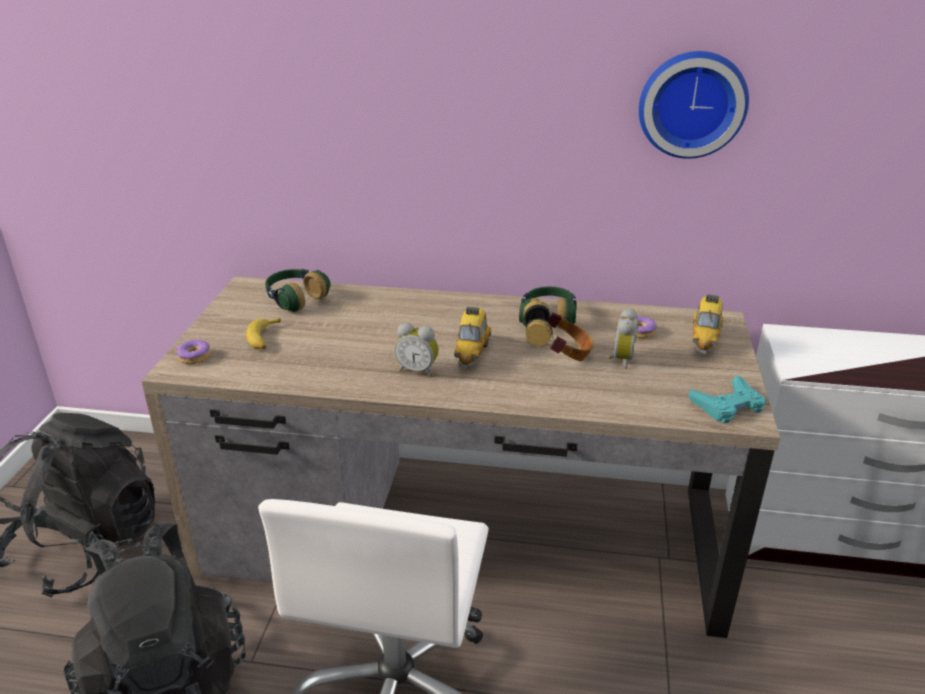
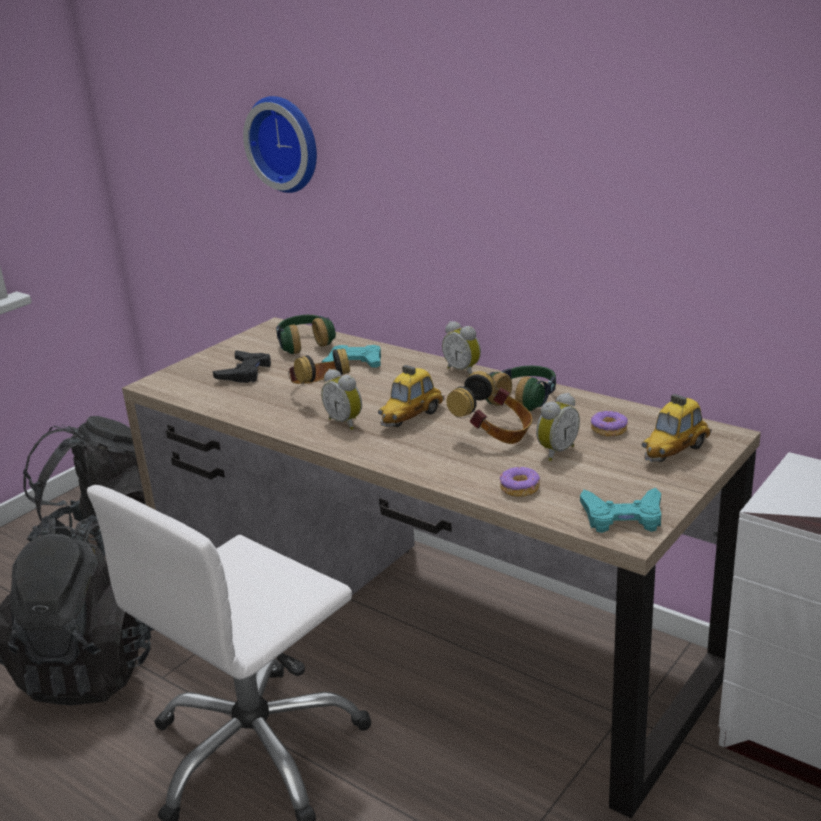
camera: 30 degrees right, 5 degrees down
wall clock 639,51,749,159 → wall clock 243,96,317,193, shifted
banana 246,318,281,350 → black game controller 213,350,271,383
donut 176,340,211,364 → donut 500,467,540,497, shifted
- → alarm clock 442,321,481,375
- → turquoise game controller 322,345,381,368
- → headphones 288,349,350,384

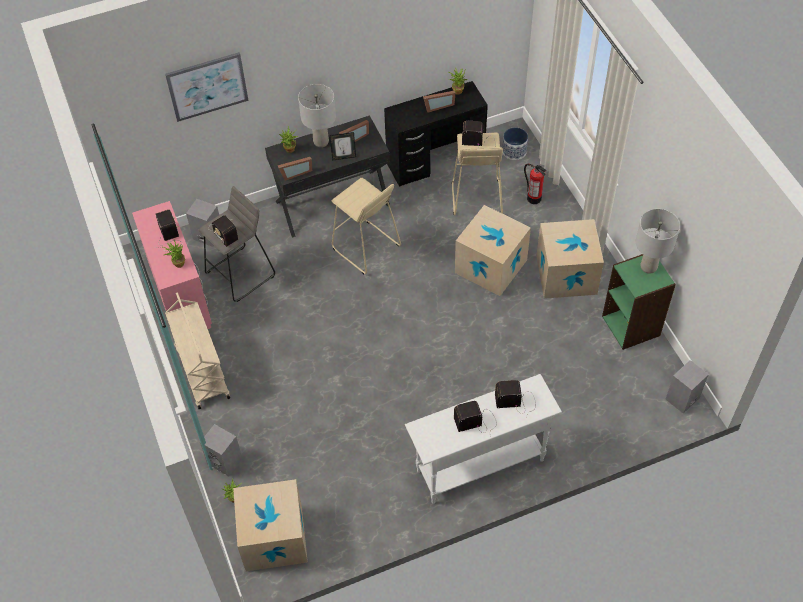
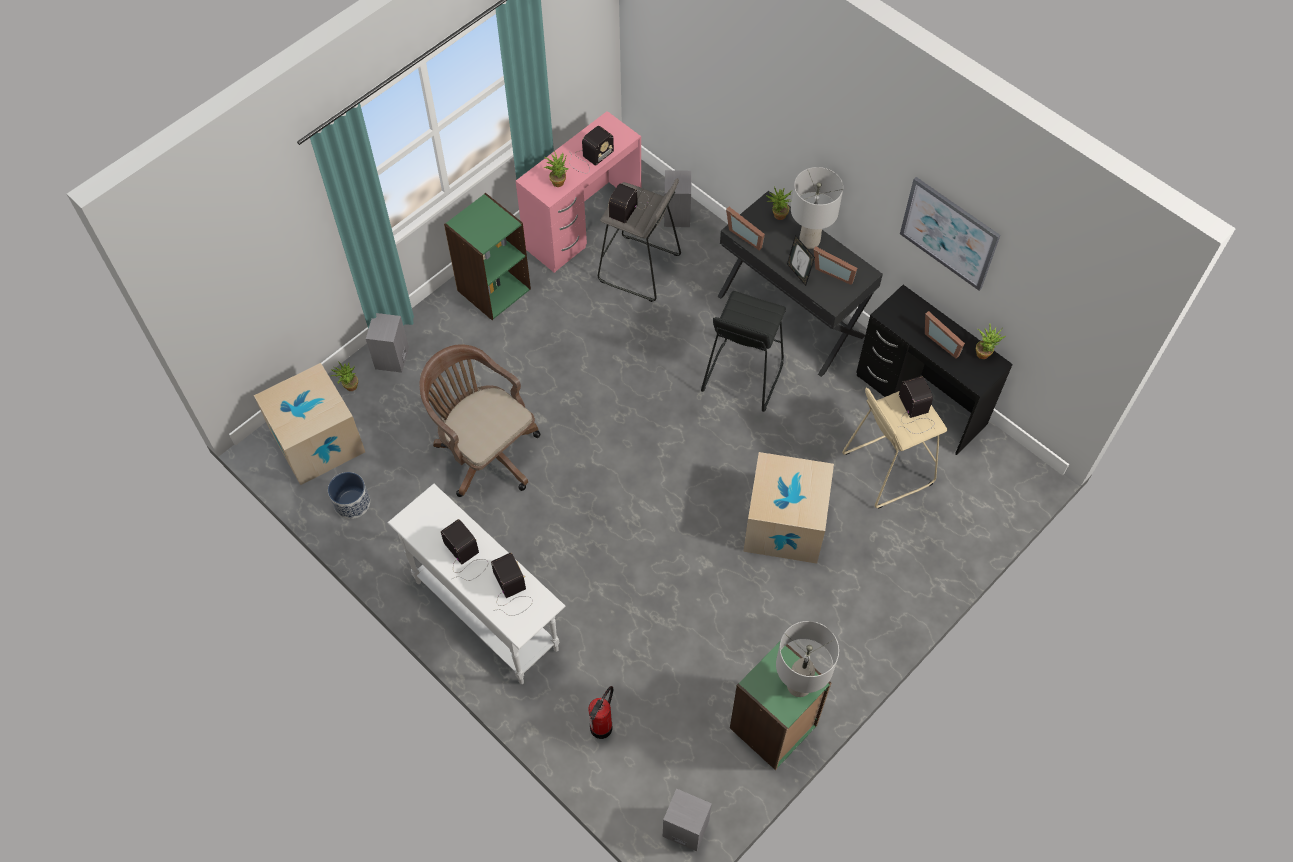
camera: 65 degrees right, 5 degrees up
picture 165,52,249,122 → picture 900,177,1000,291, shifted
planter 502,127,528,160 → planter 328,472,370,519, shifted
fire extinguisher 524,164,547,204 → fire extinguisher 589,686,613,739, shifted
beige stool 332,178,401,274 → black stool 701,291,786,412
cardboard box 536,219,604,299 → -
beige cart 165,292,230,409 → green bookcase 444,193,531,320
- → brown office chair 420,344,540,497

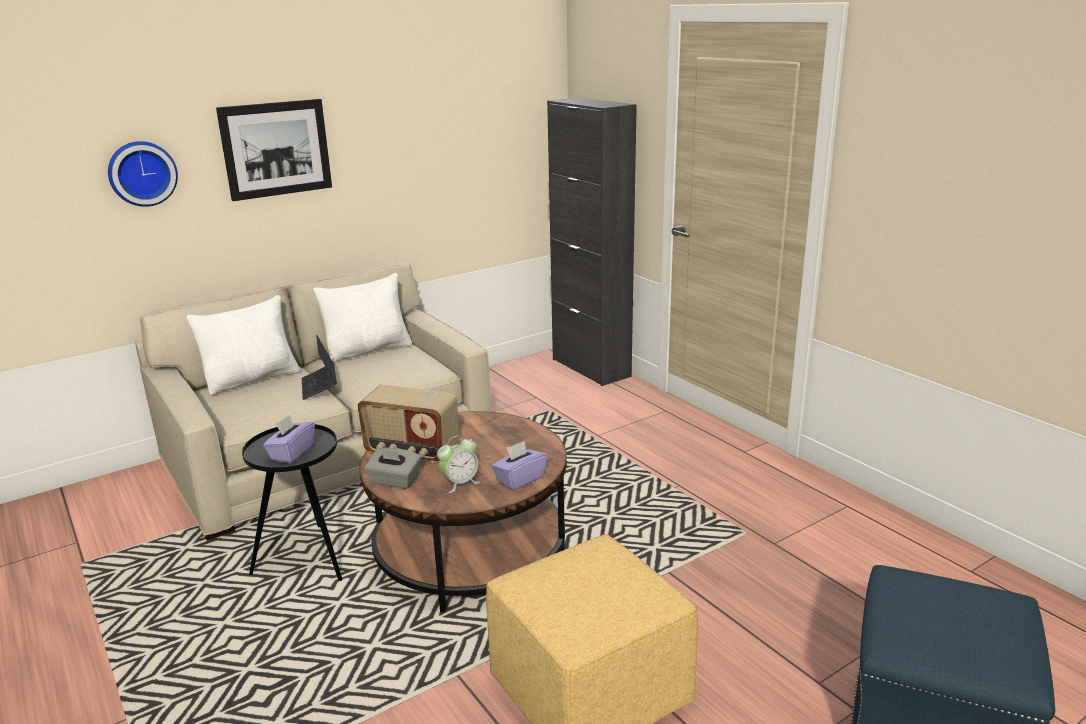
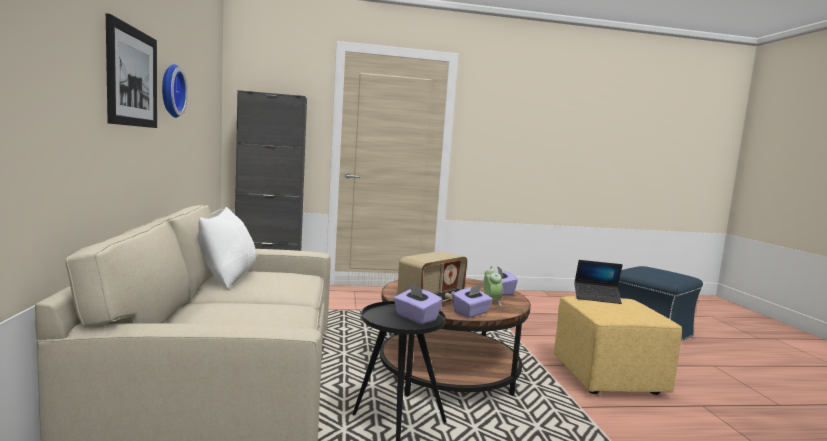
camera: 65 degrees left, 15 degrees down
wall clock 108,141,178,207 → wall clock 162,64,188,118, shifted
white pillow 186,295,300,395 → -
laptop 302,335,337,400 → laptop 574,260,623,304, shifted
grey tissue box 365,448,421,489 → purple tissue box 452,285,493,318

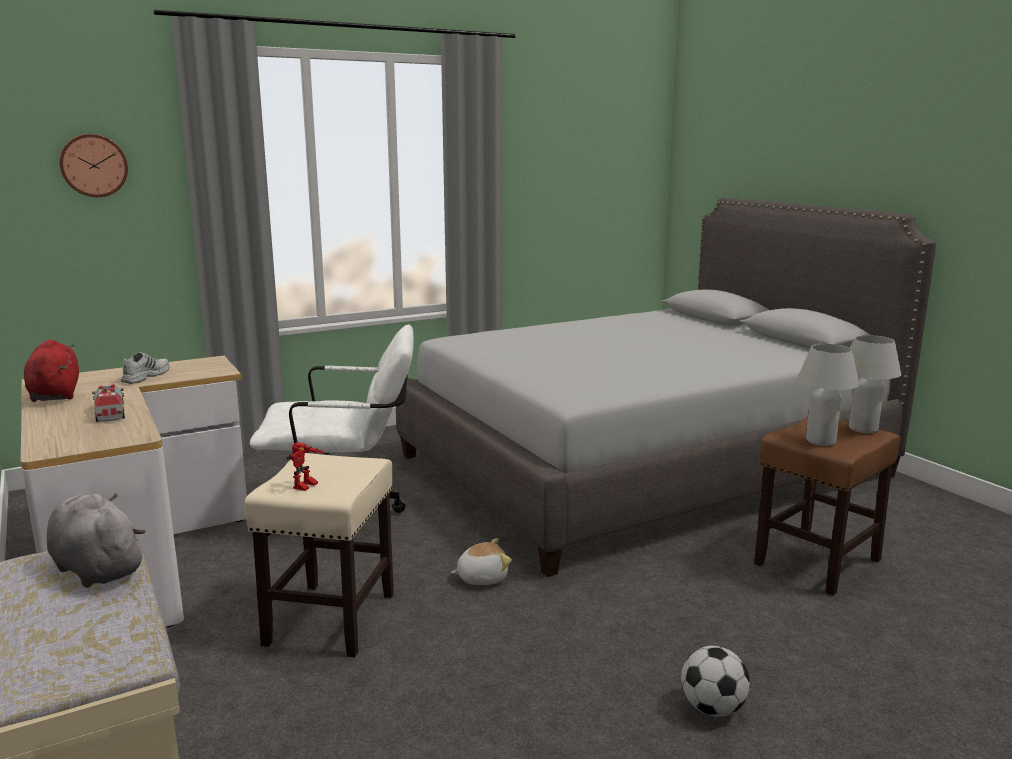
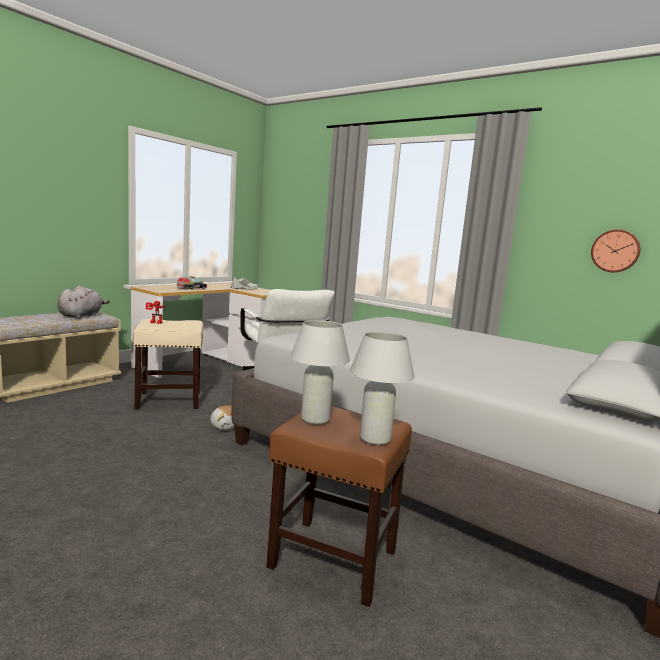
camera: 65 degrees right, 5 degrees down
wall clock 59,134,128,197 → wall clock 591,229,640,272, shifted
red plush toy 24,339,79,402 → -
football 681,646,750,717 → -

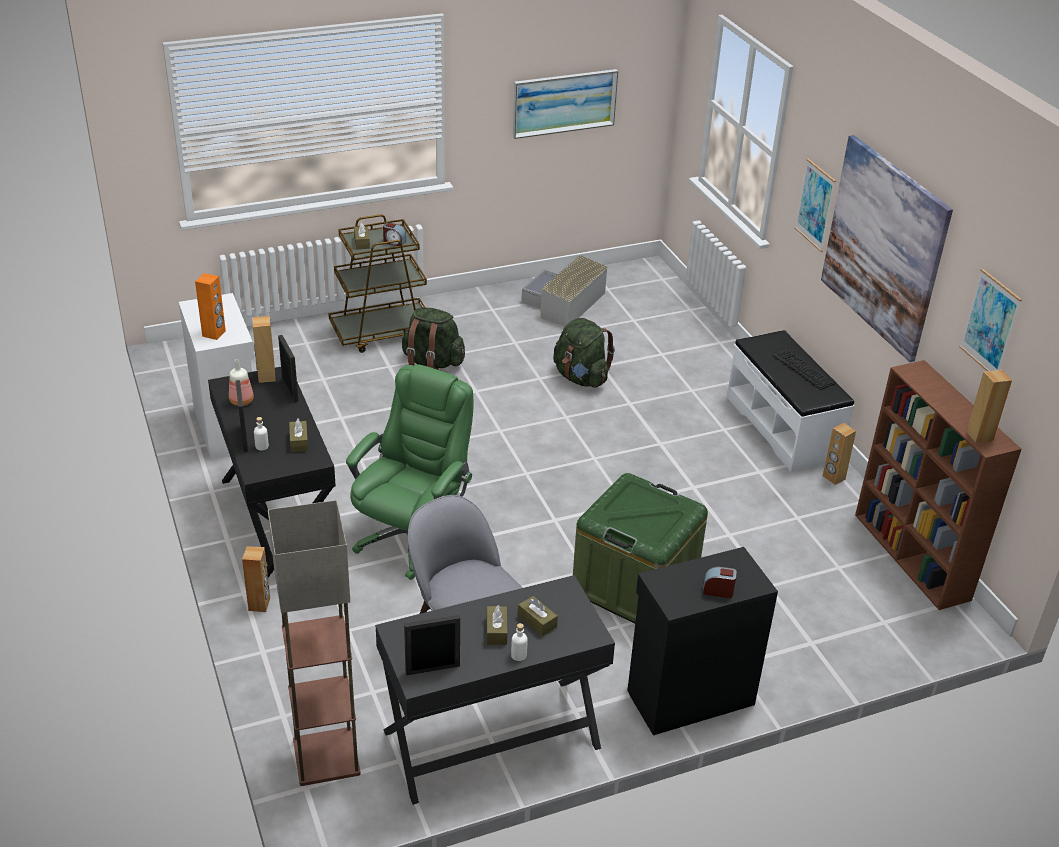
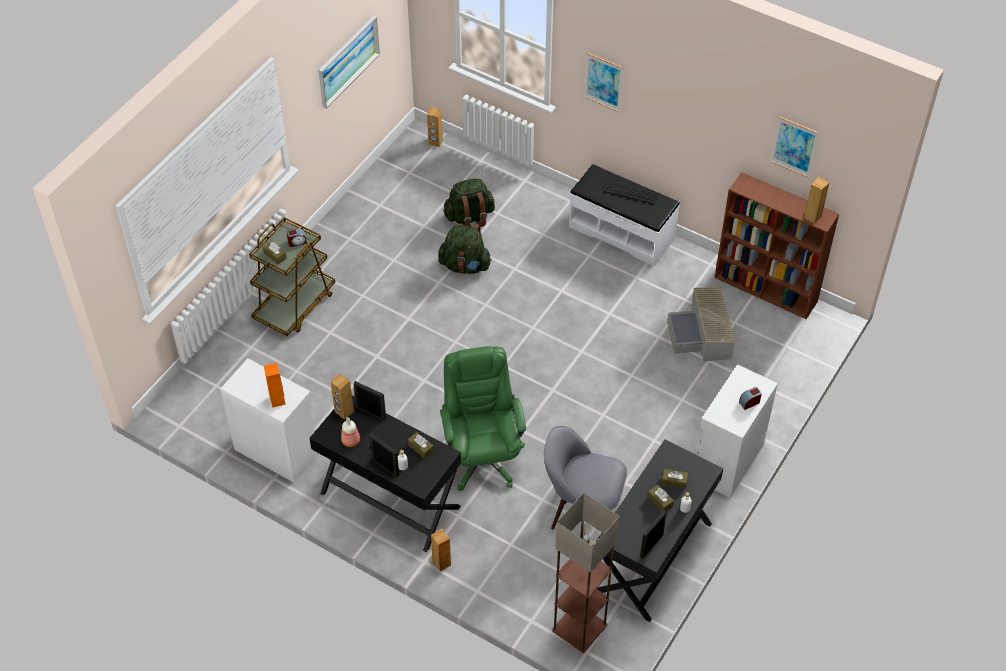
camera: 35 degrees left, 15 degrees up
picture 821,135,953,362 → -
grey storage box 521,255,608,327 → grey storage box 667,287,736,362, shifted
green backpack 402,308,465,370 → green backpack 443,179,495,227, shifted
brown speaker 823,423,856,485 → brown speaker 427,107,443,147, shifted
green storage box 573,473,708,623 → -
black cabinet 627,547,778,735 → white cabinet 698,364,778,498

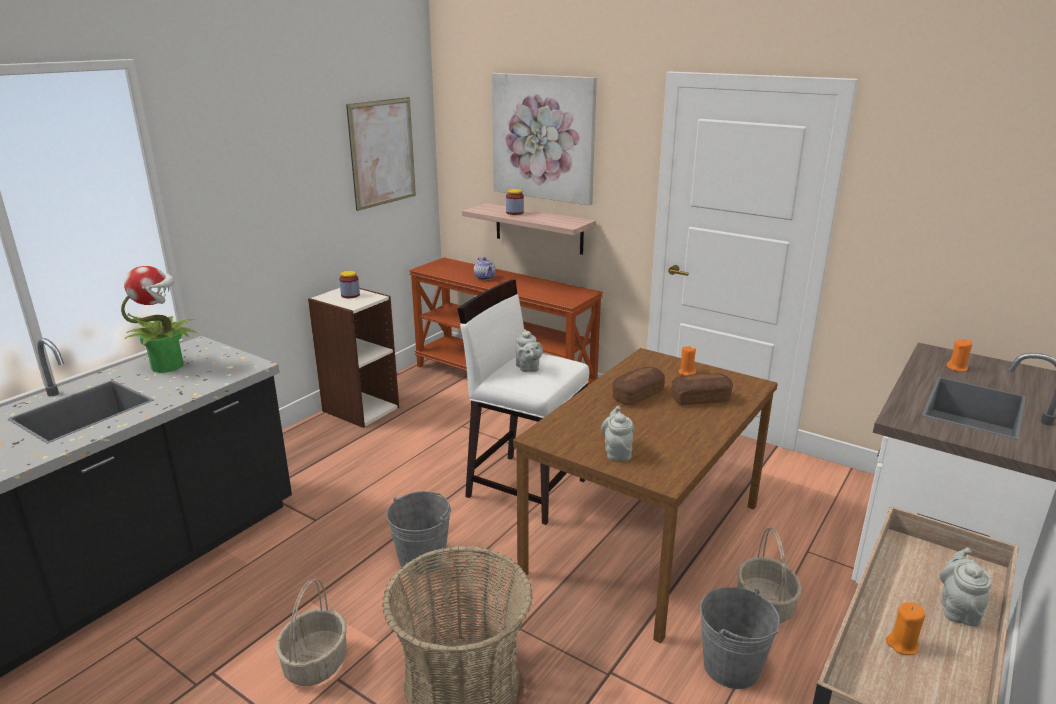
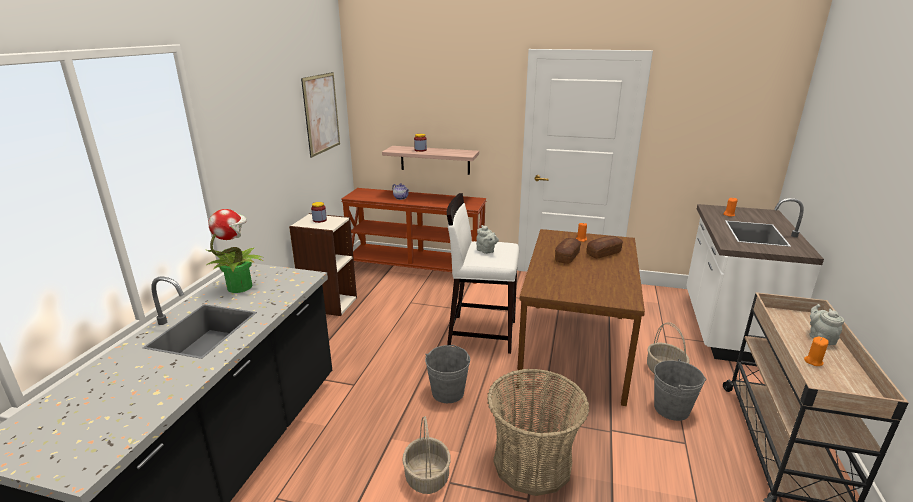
camera: 20 degrees left, 0 degrees up
picture 491,73,597,205 → -
grey teapot 601,406,634,461 → -

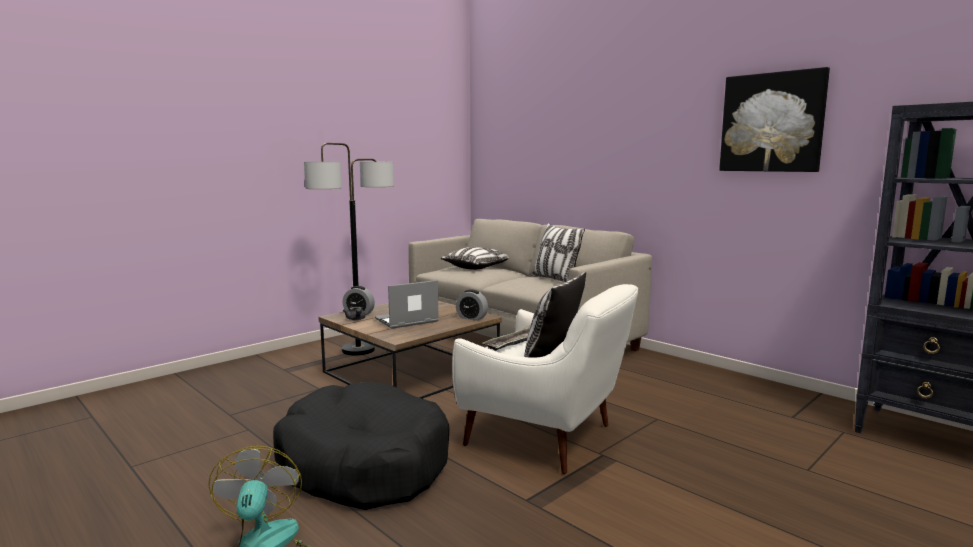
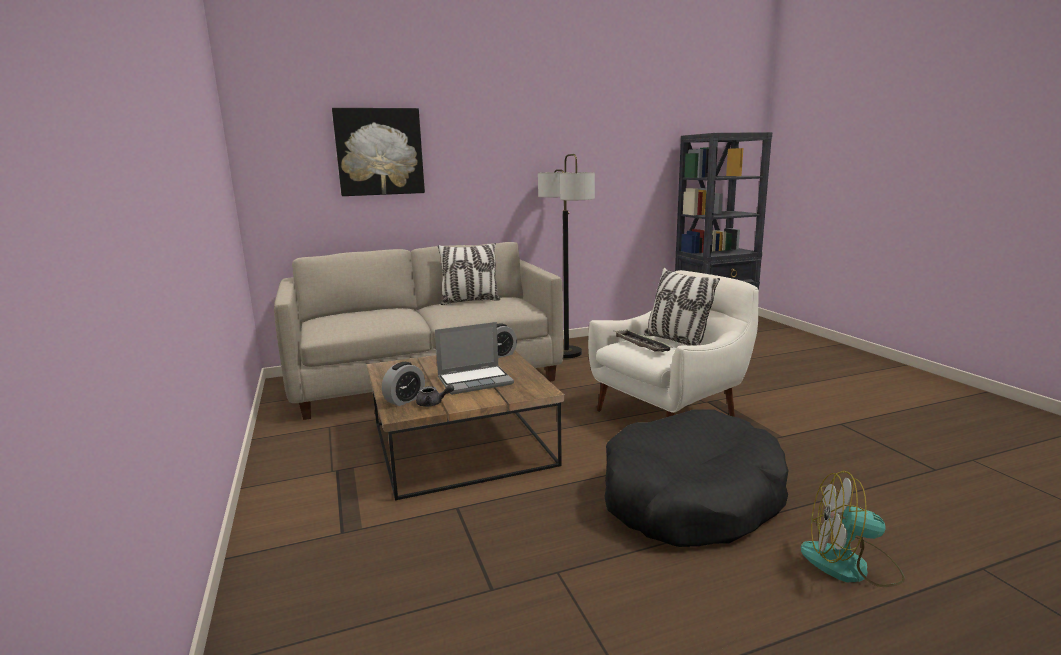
camera: 65 degrees left, 5 degrees up
picture 719,67,830,172 → picture 332,108,425,196, shifted
floor lamp 304,143,394,355 → floor lamp 538,154,595,358, shifted
pillow 441,247,509,270 → -
laptop 375,280,439,329 → laptop 435,322,514,395, 105 degrees counterclockwise

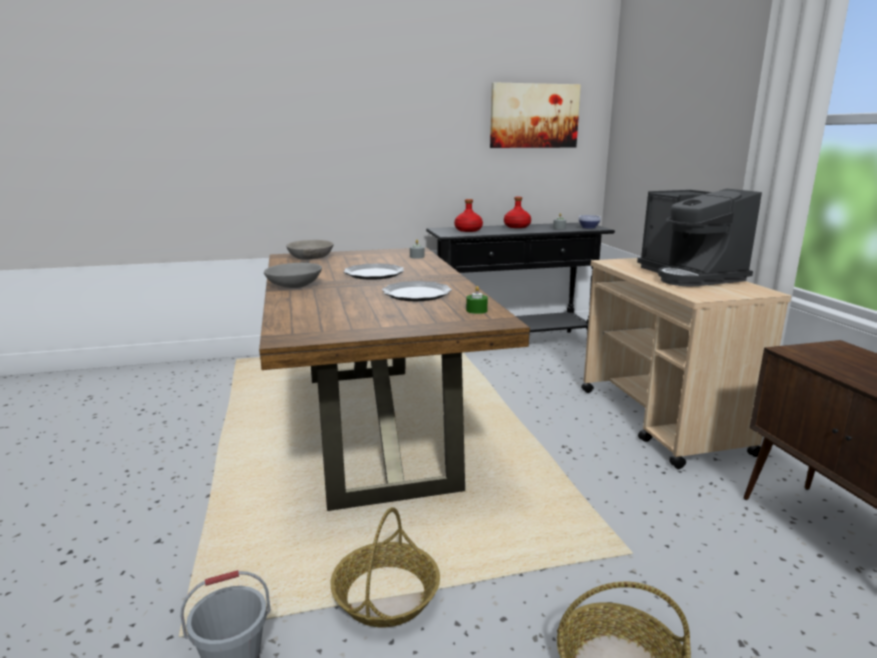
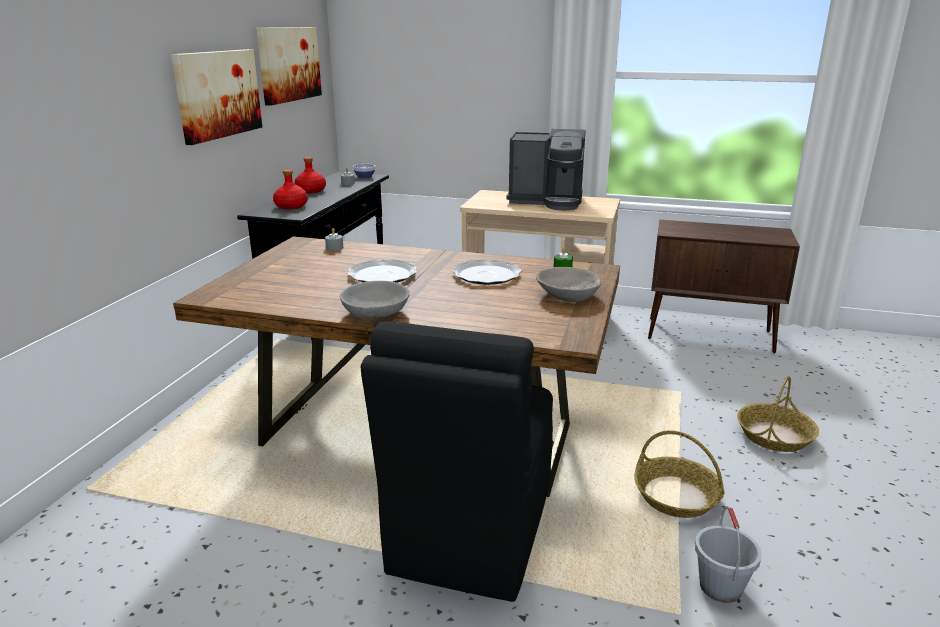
camera: 60 degrees left, 5 degrees up
grey bowl 286,240,334,260 → grey bowl 536,267,601,302, shifted
- → picture 171,49,262,145
- → black chair 361,321,553,602

